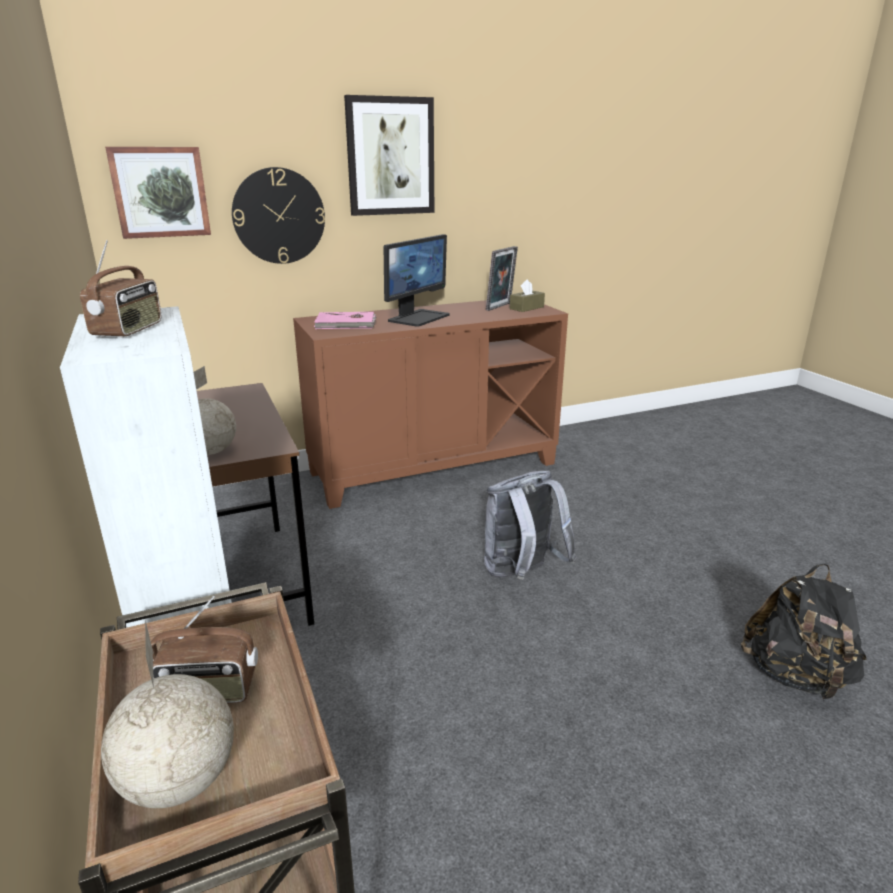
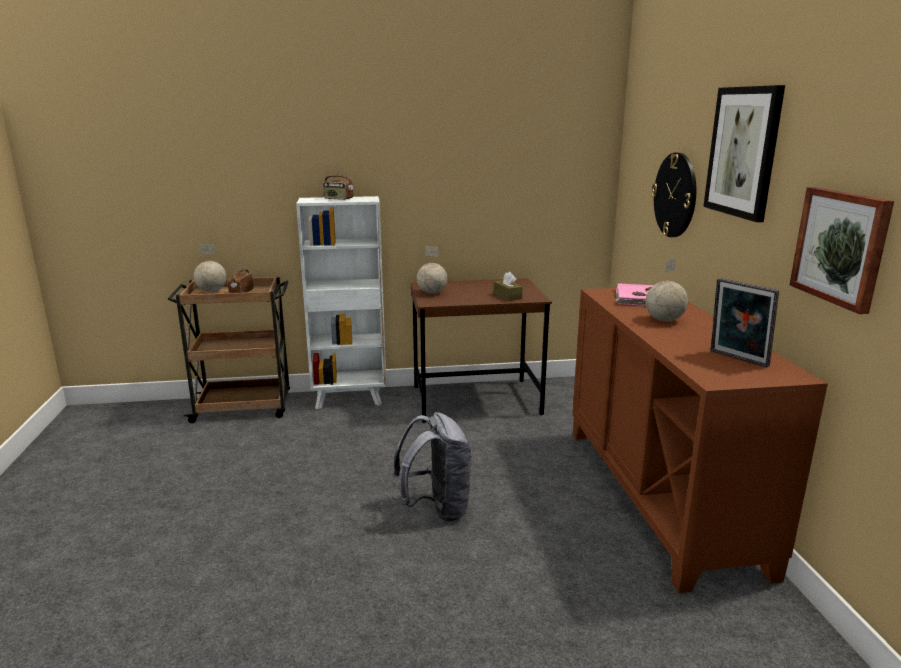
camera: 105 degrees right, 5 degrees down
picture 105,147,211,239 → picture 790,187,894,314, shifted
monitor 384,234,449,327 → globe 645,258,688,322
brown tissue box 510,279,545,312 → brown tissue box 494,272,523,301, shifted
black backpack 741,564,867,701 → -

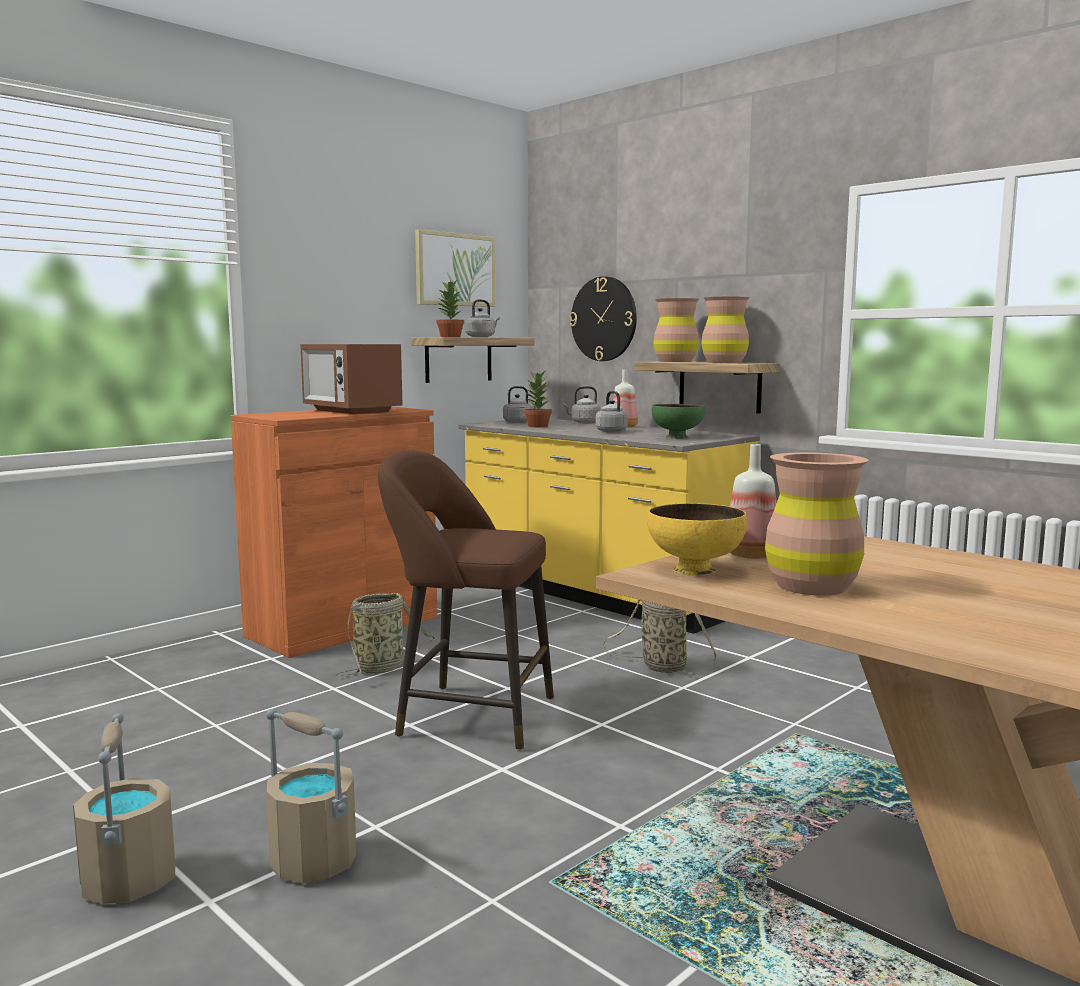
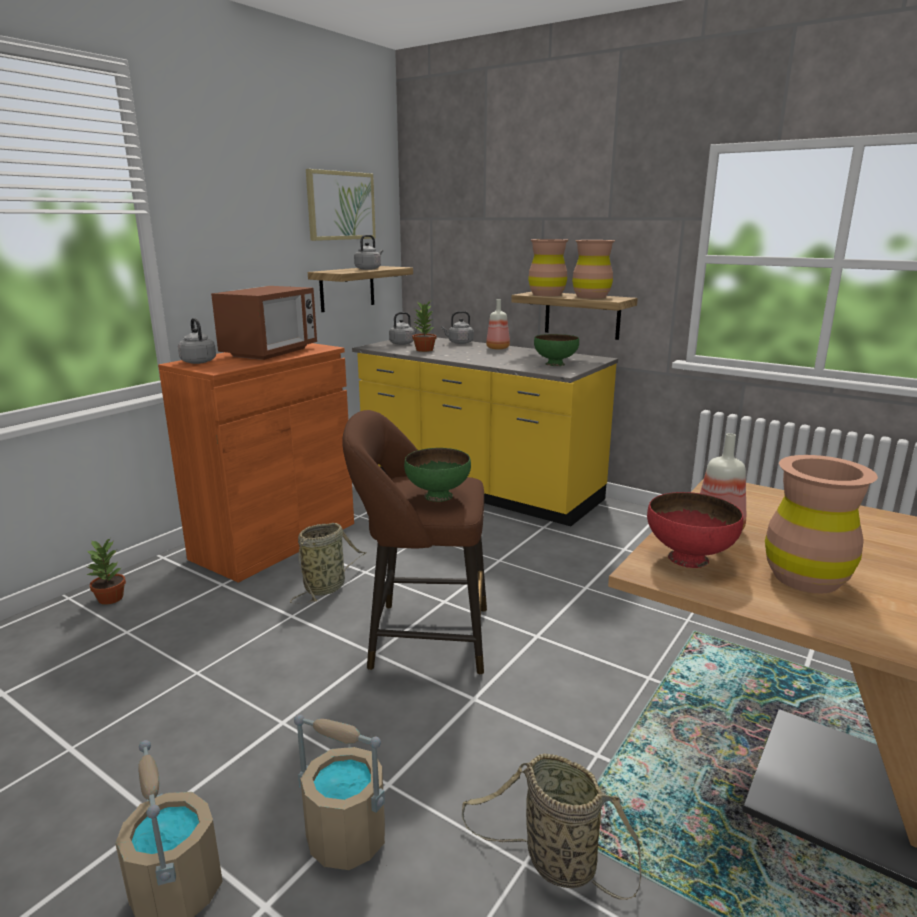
camera: 10 degrees left, 10 degrees up
wall clock 570,276,637,361 → -
potted plant 436,278,464,337 → potted plant 86,539,126,605, shifted
microwave 300,344,403,414 → microwave 211,286,317,360, 105 degrees counterclockwise
grey kettle 596,391,628,432 → grey kettle 178,318,216,364, shifted
yellow bowl 647,503,747,575 → red bowl 647,492,743,568
basket 603,599,717,675 → basket 462,753,641,900, shifted
- → green bowl 404,448,471,502

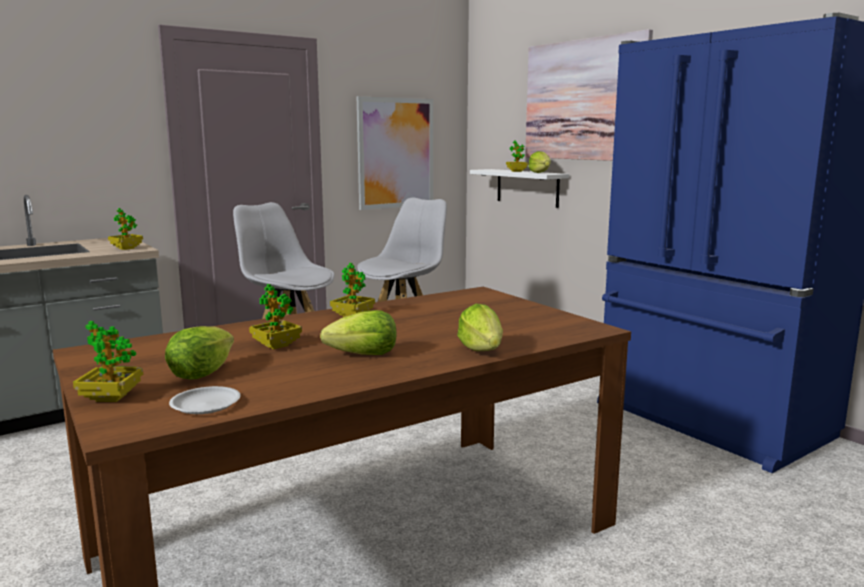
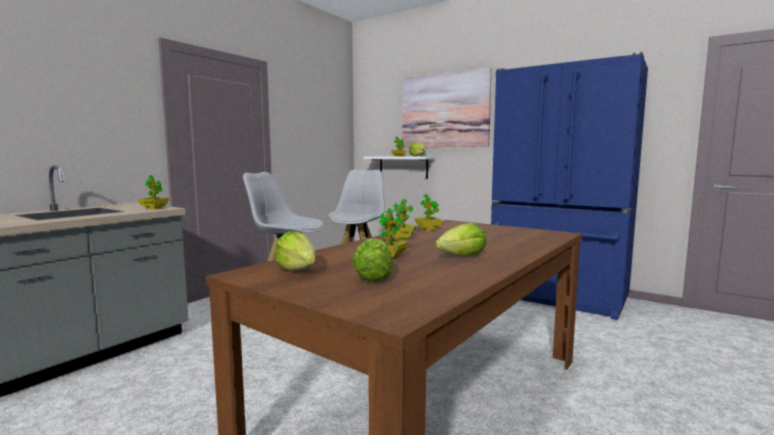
camera: 20 degrees left, 5 degrees down
picture 357,96,433,210 → -
lettuce 457,304,503,351 → lettuce 275,231,316,271, shifted
potted plant 73,321,143,402 → potted plant 415,194,443,231, shifted
white plate 169,386,241,414 → -

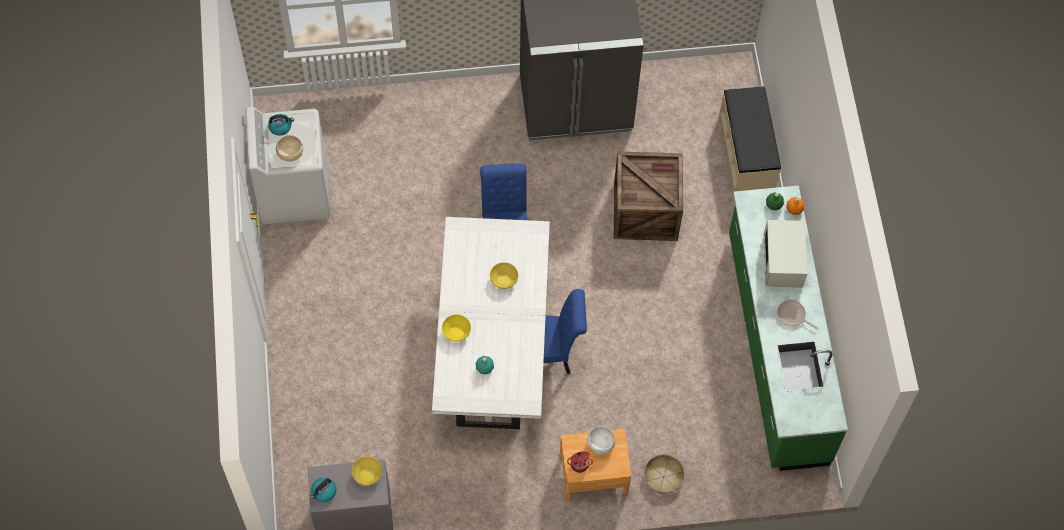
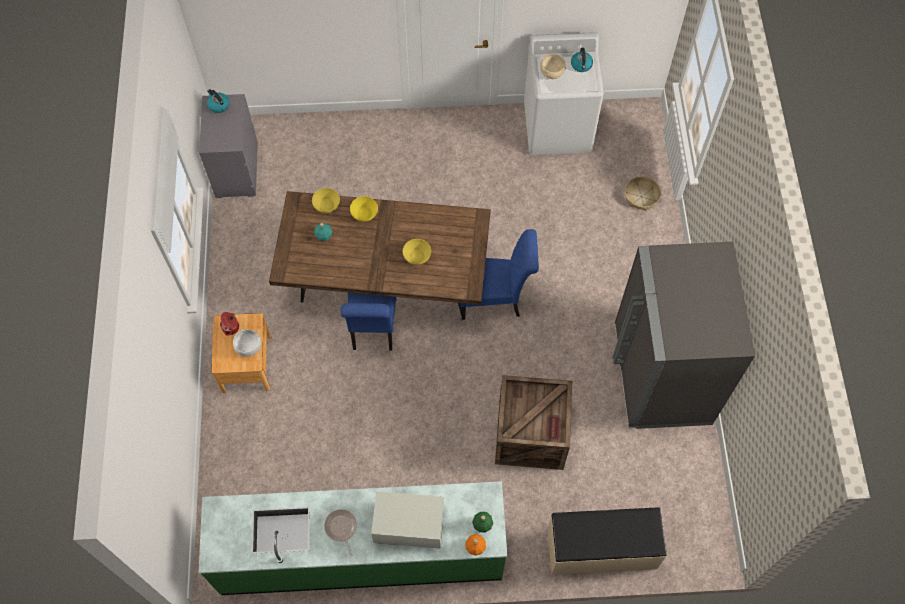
camera: 95 degrees right, 0 degrees up
white dining table 432,217,550,429 → brown dining table 269,191,491,316
frying pan 777,300,818,329 → frying pan 324,509,357,557, 60 degrees counterclockwise
basket 644,454,685,494 → basket 625,176,661,211, shifted
yellow bowl 352,456,382,486 → yellow bowl 312,188,340,213, shifted

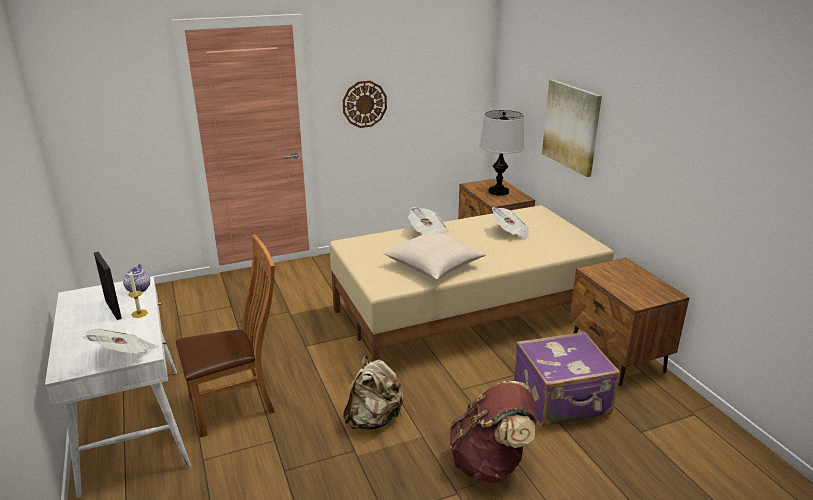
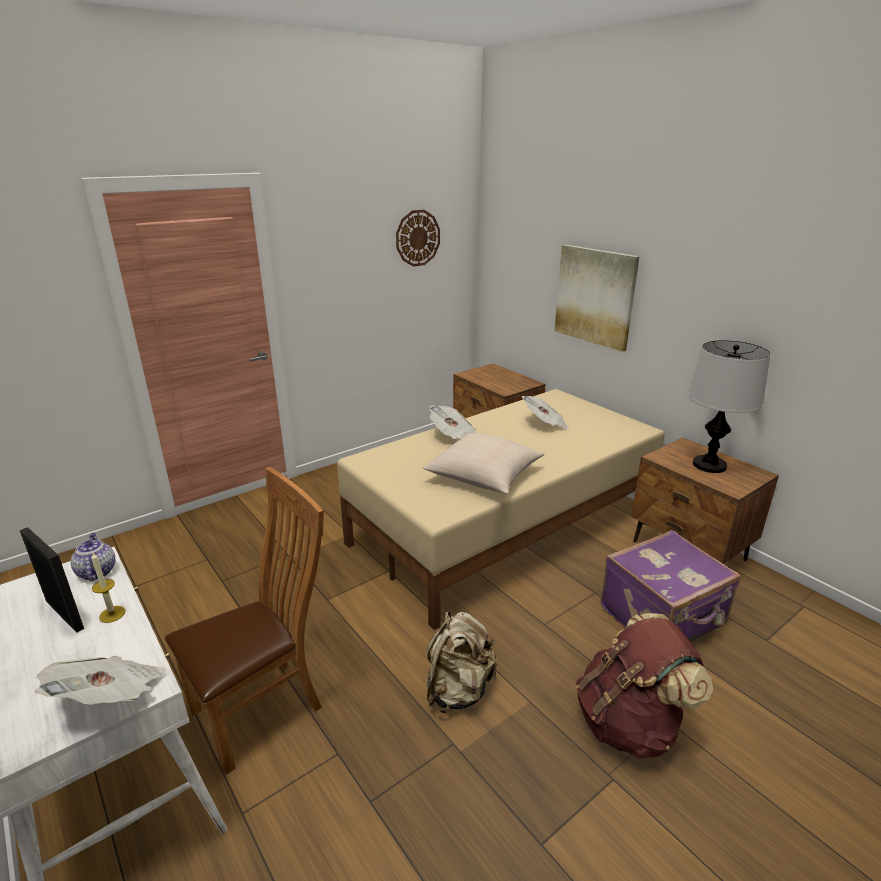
camera: 15 degrees left, 0 degrees up
wall clock 343,81,387,128 → wall clock 396,210,440,267, shifted
table lamp 480,110,524,195 → table lamp 688,340,771,473, shifted

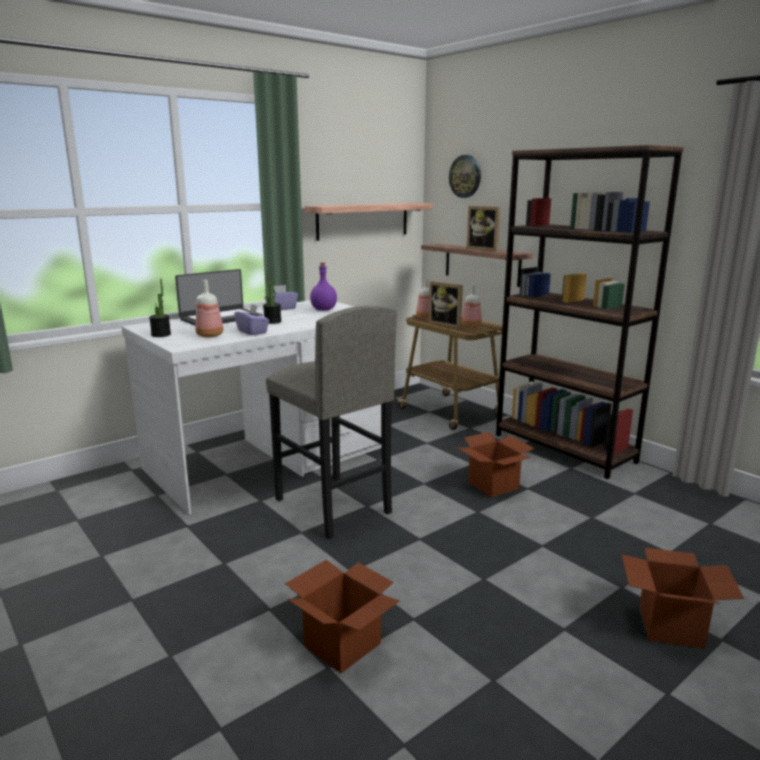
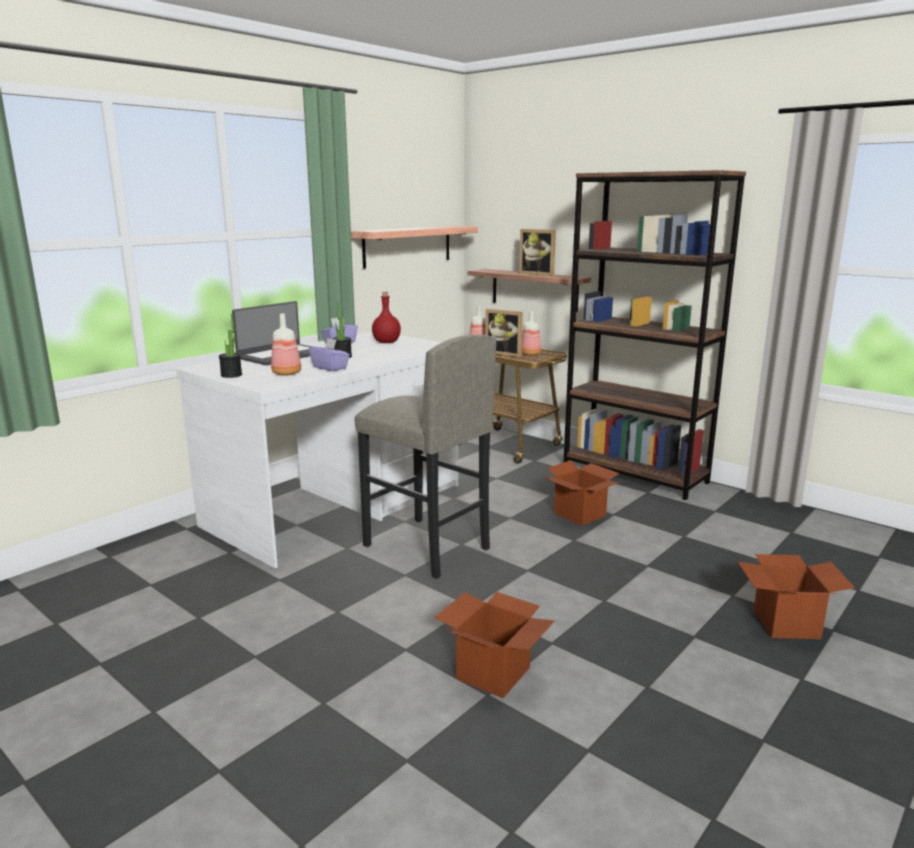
camera: 10 degrees left, 0 degrees up
wall clock 449,155,481,198 → -
purple bottle 310,262,337,311 → red bottle 372,292,401,343

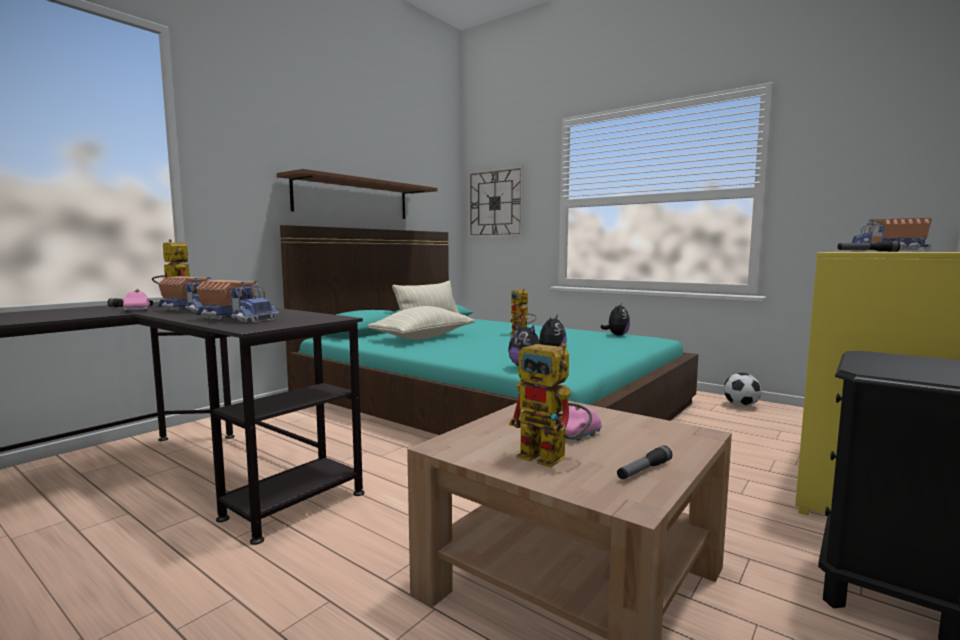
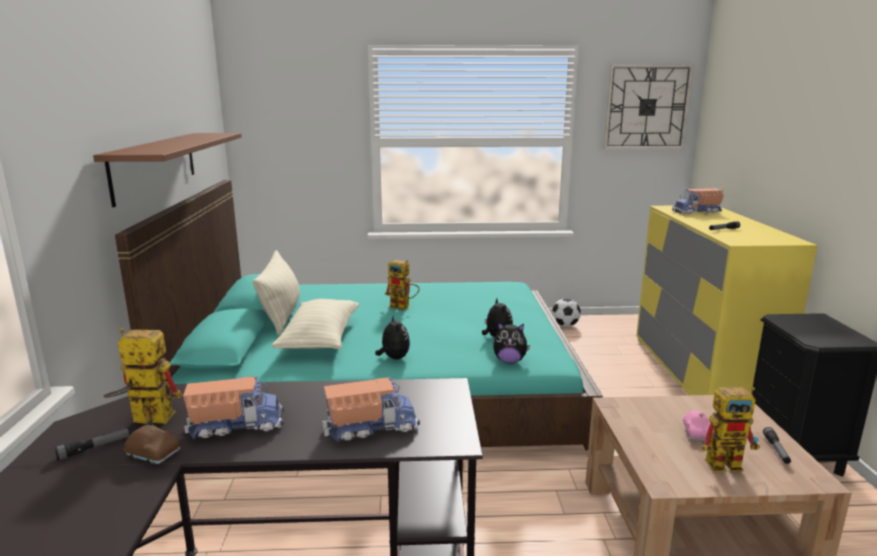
camera: 40 degrees left, 10 degrees up
wall clock 468,165,524,238 → wall clock 603,64,694,149, shifted
pink toy car 122,289,150,312 → brown toy car 124,424,180,464
plush toy 600,303,630,336 → plush toy 375,314,410,360, shifted

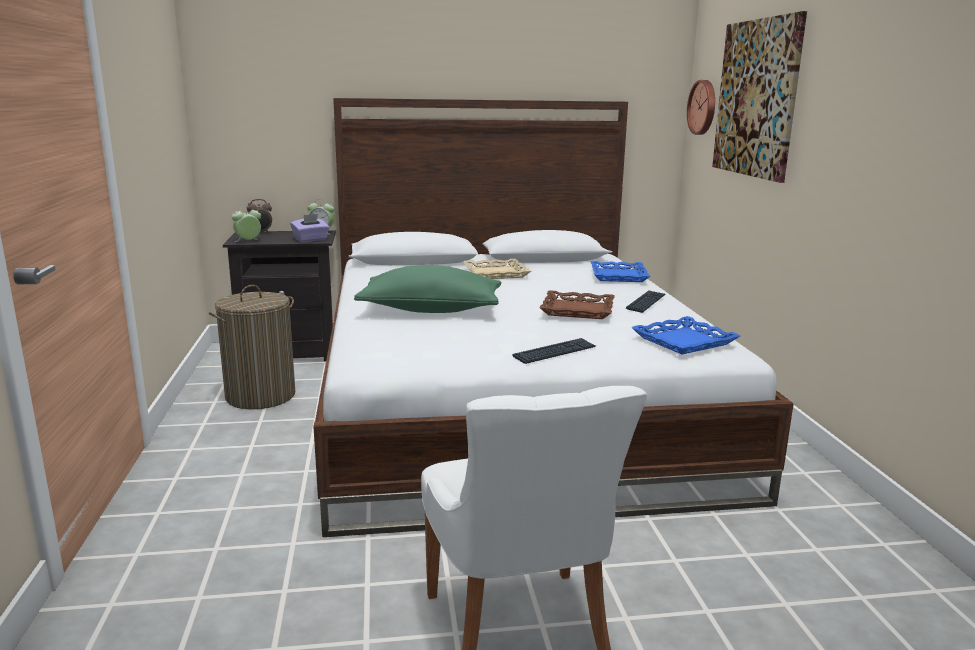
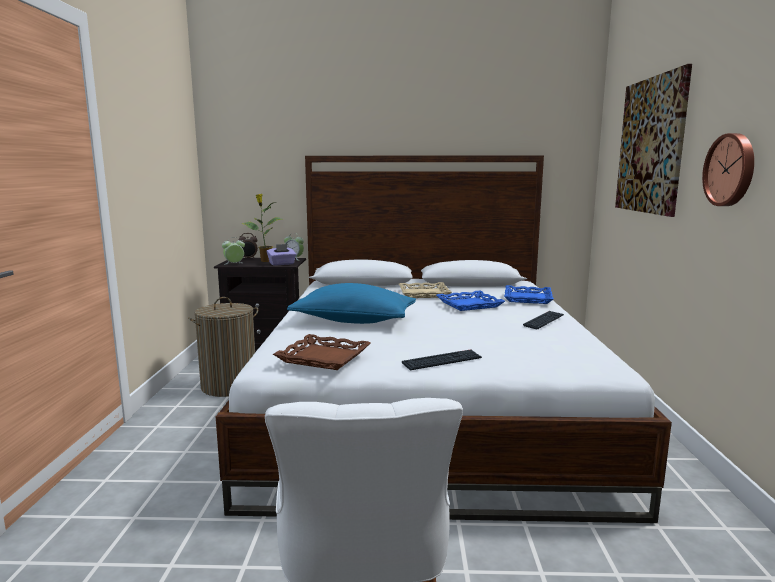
camera: 10 degrees right, 5 degrees down
wall clock 687,80,715,135 → wall clock 702,133,754,206, shifted
green pillow 354,265,502,313 → blue pillow 287,283,416,324
brown tray 540,290,615,319 → brown tray 273,334,371,370, shifted
blue tray 631,316,740,354 → blue tray 436,291,505,311, shifted
- → potted plant 241,194,282,262

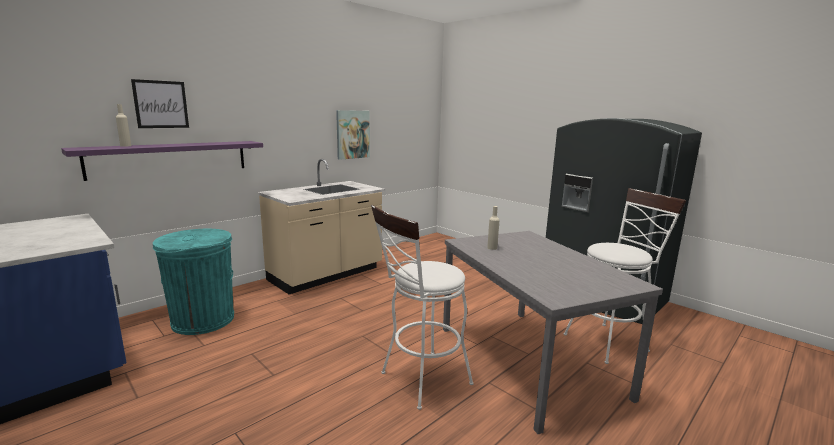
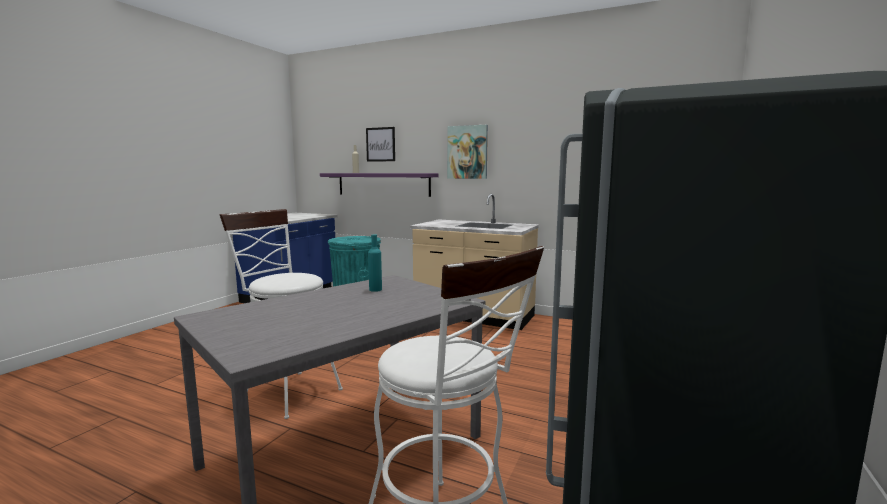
camera: 70 degrees right, 5 degrees down
picture 336,110,370,160 → picture 447,125,488,179, shifted
beige bottle 487,206,499,250 → turquoise bottle 368,234,382,292

